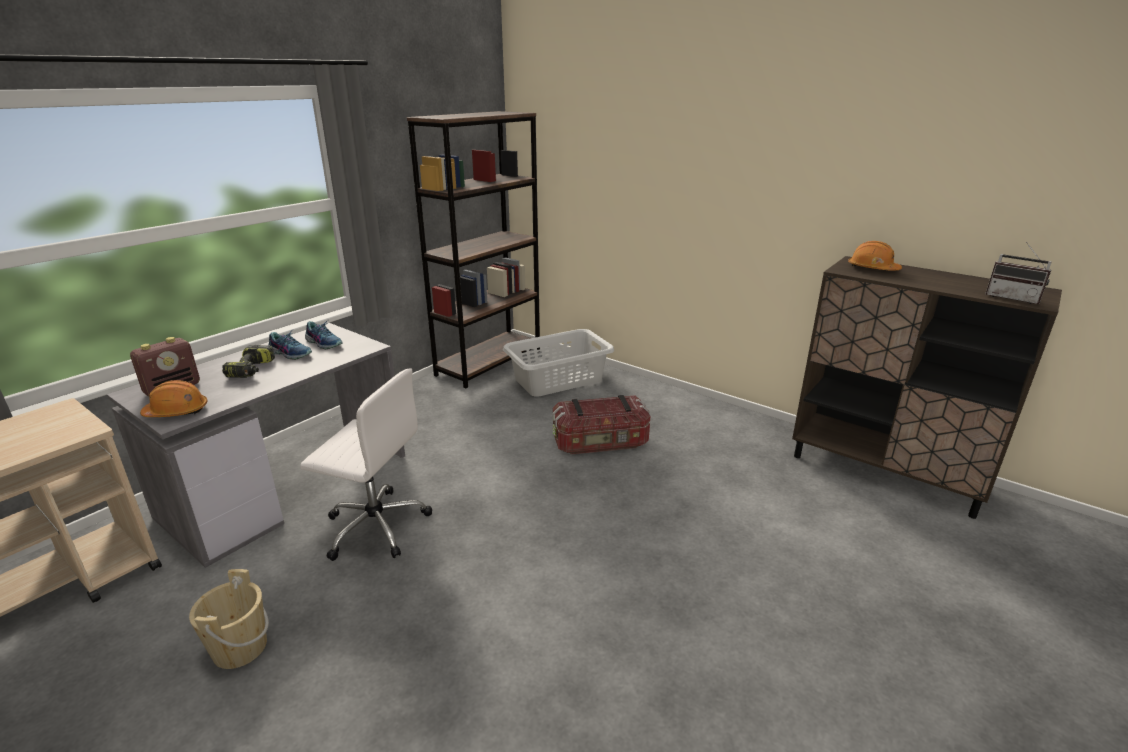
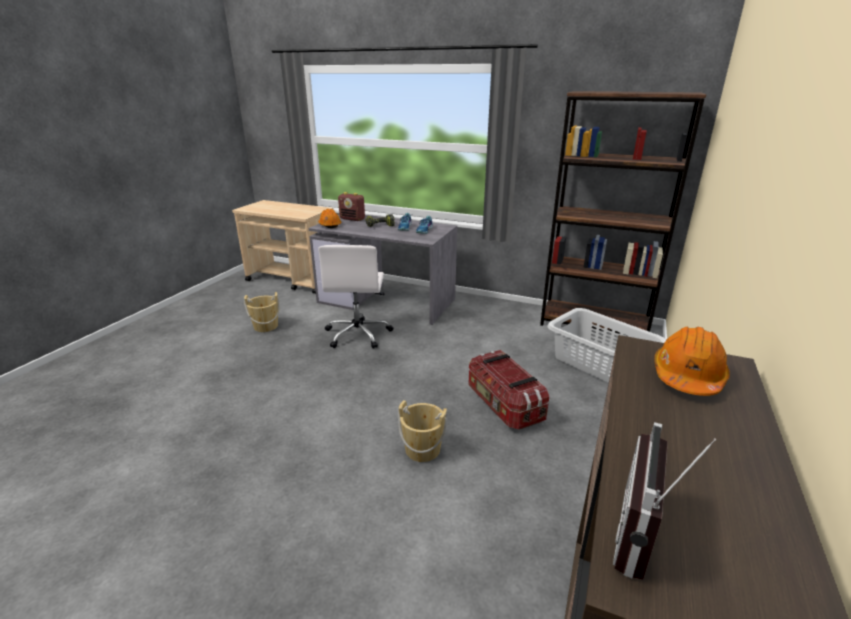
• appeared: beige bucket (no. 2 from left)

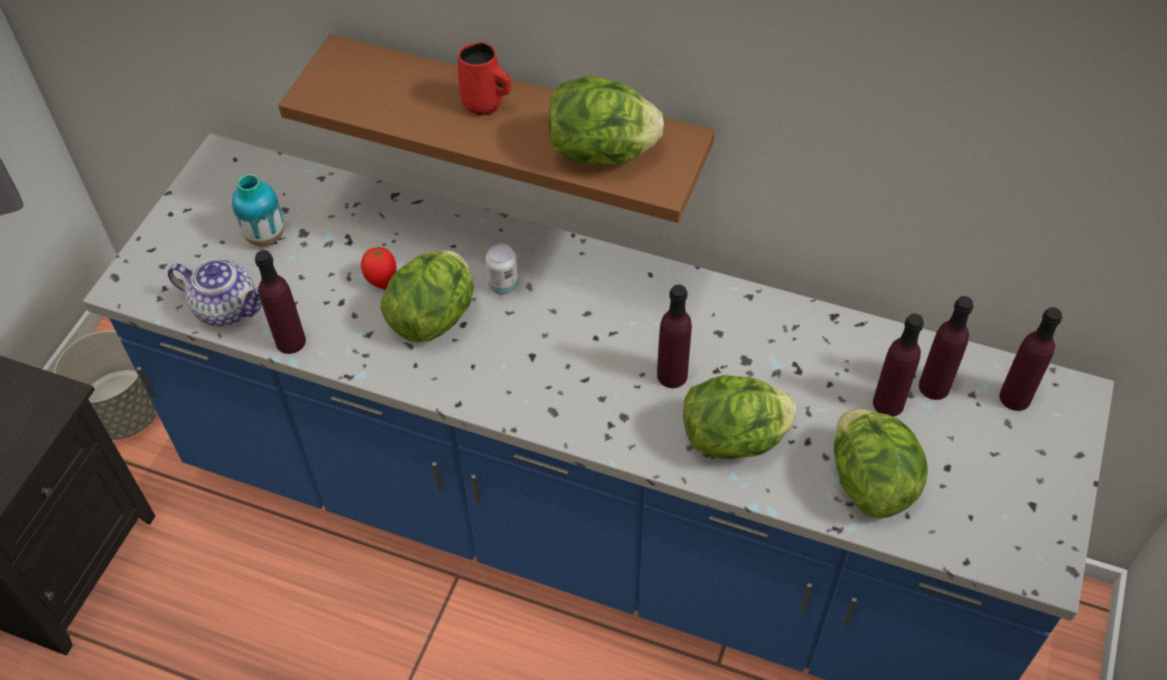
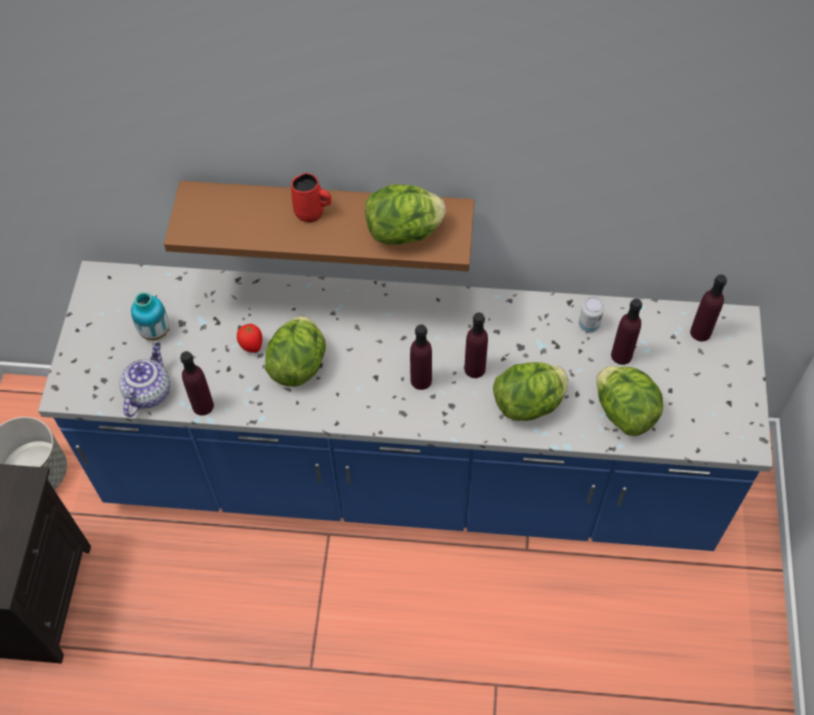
• spun: teapot 75 degrees counterclockwise
• relocated: purple bottle (no. 4 from left in the first image) to purple bottle (no. 2 from left)
• relocated: can

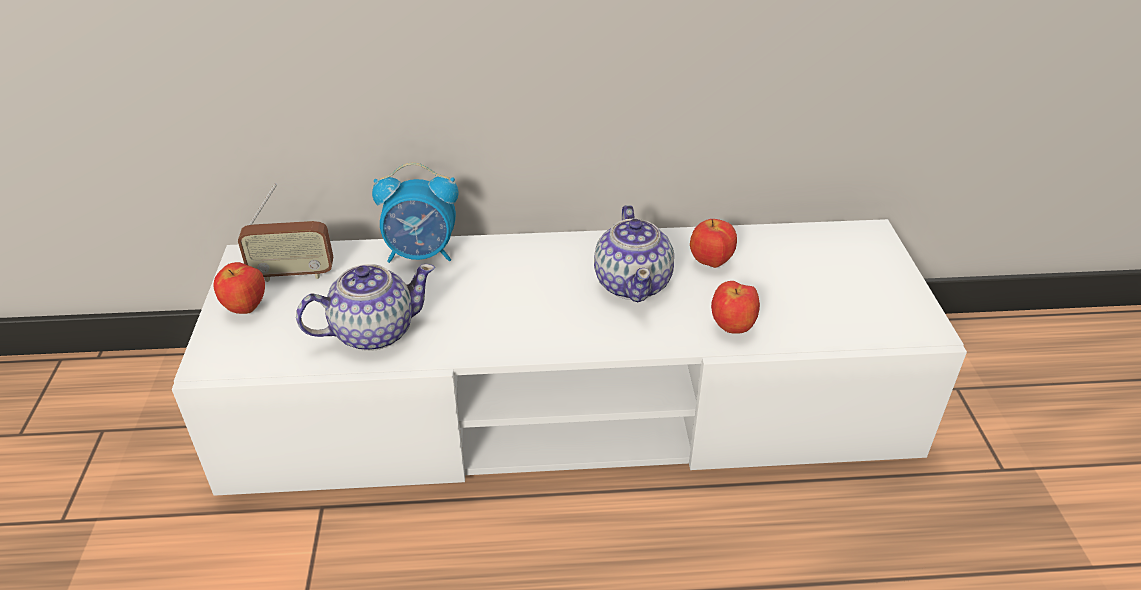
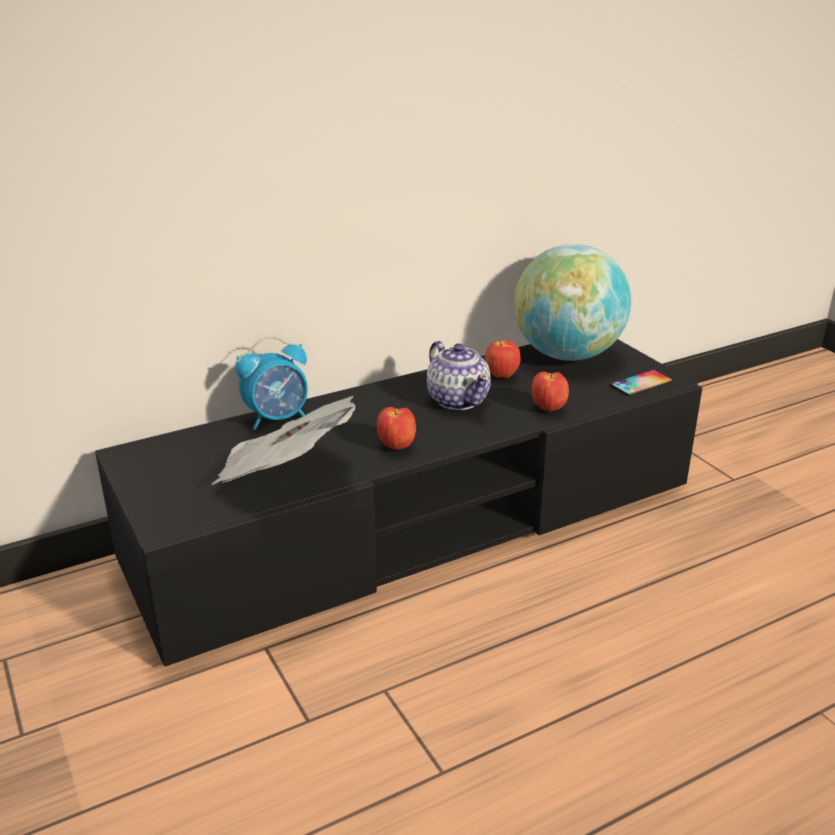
• colour: white tv stand to black tv stand
• exchanged: teapot (no. 1 from left) to newspaper
• relocated: apple (no. 1 from left)
• appeared: globe
• appeared: phone
• missing: radio

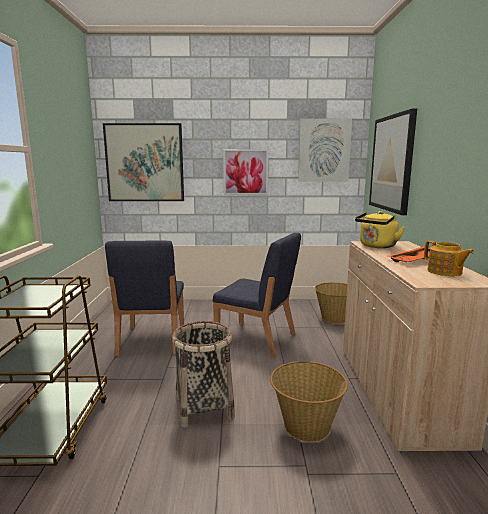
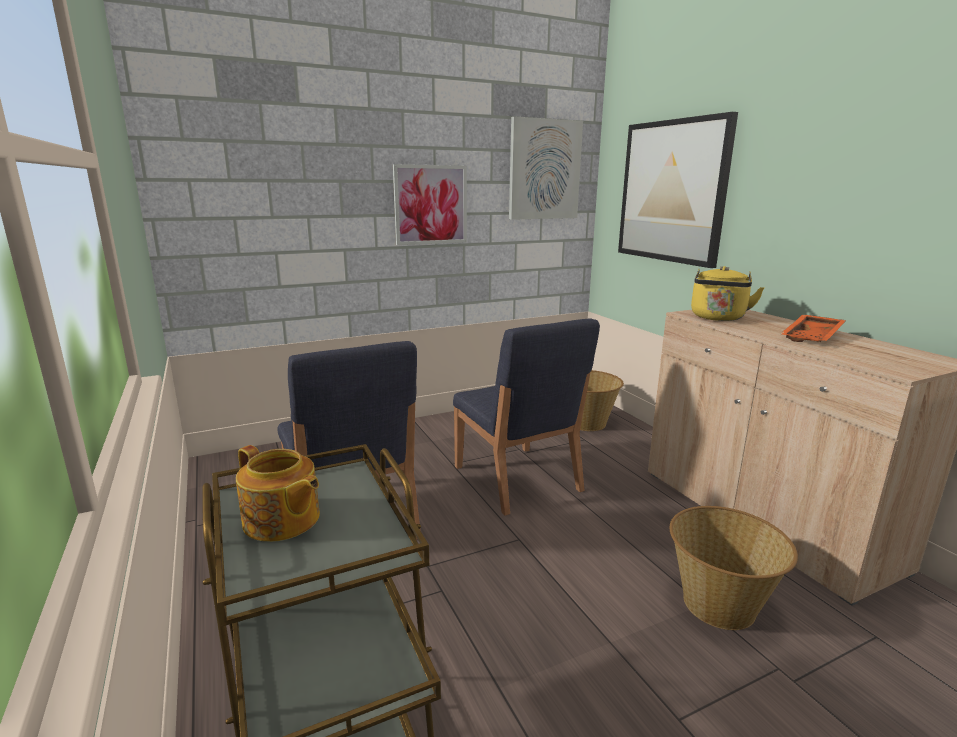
• relocated: teapot
• spun: blue chair (no. 2 from left) 60 degrees clockwise
• missing: picture (no. 1 from left)
• missing: basket (no. 1 from left)

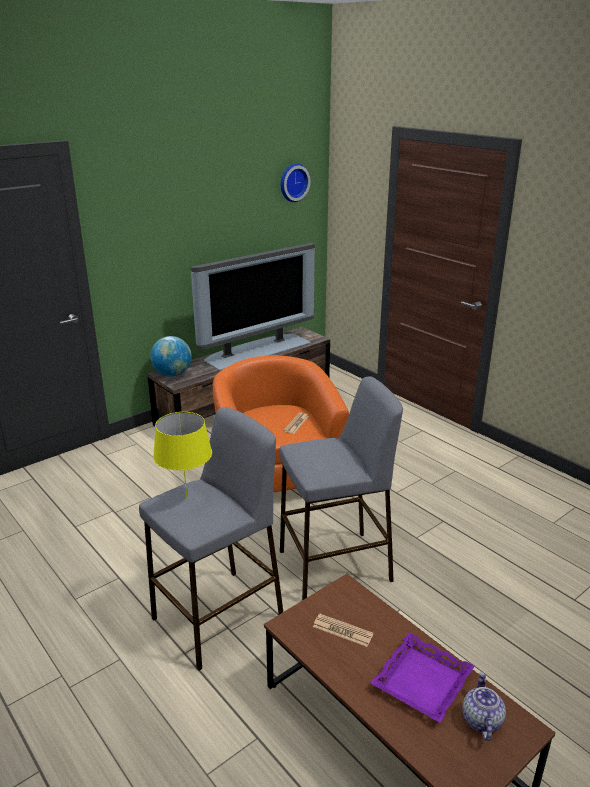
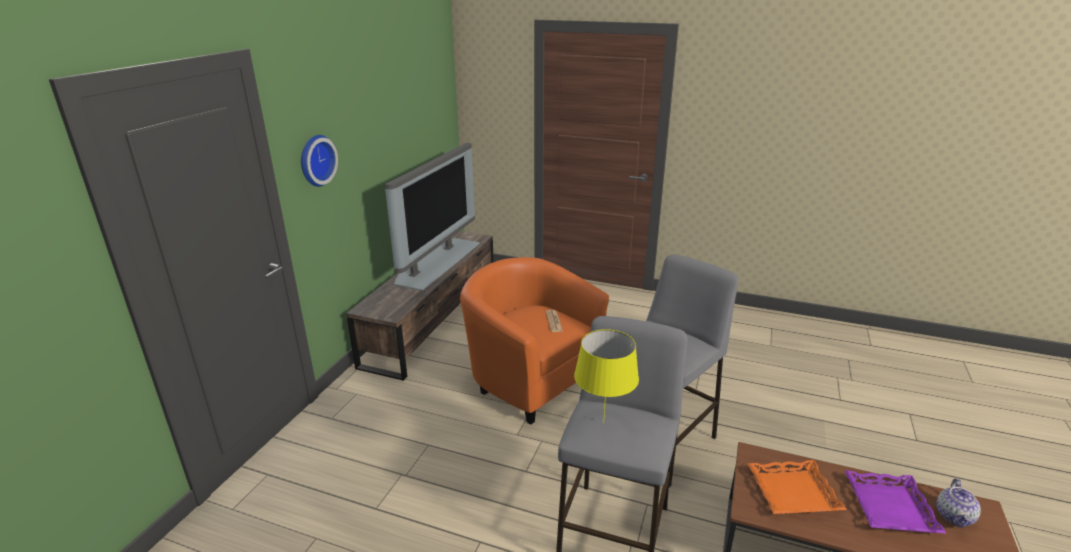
• relocated: wall clock
• exchanged: newspaper (no. 2 from left) to orange tray
• spun: teapot 135 degrees counterclockwise
• missing: globe

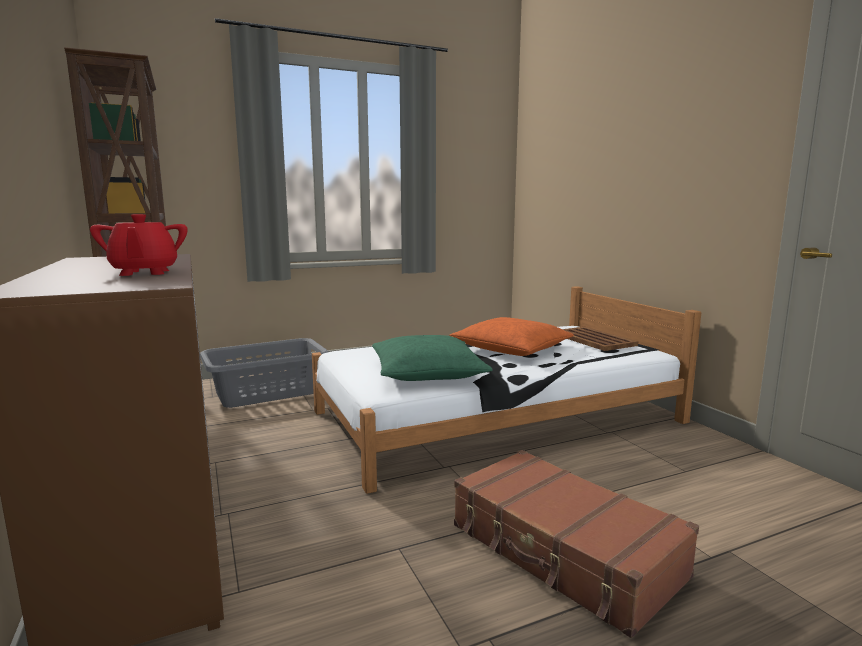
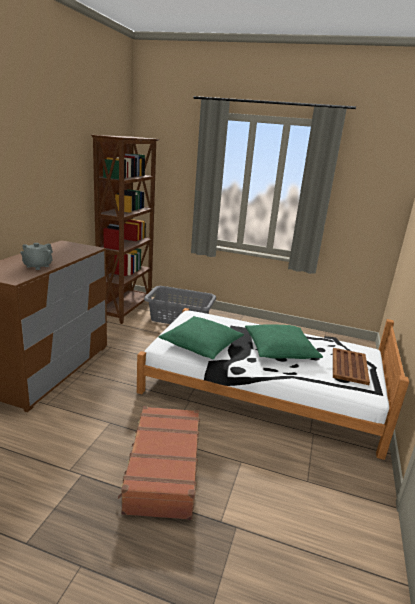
• colour: red teapot to grey teapot
• colour: orange pillow to green pillow (no. 2 from left)

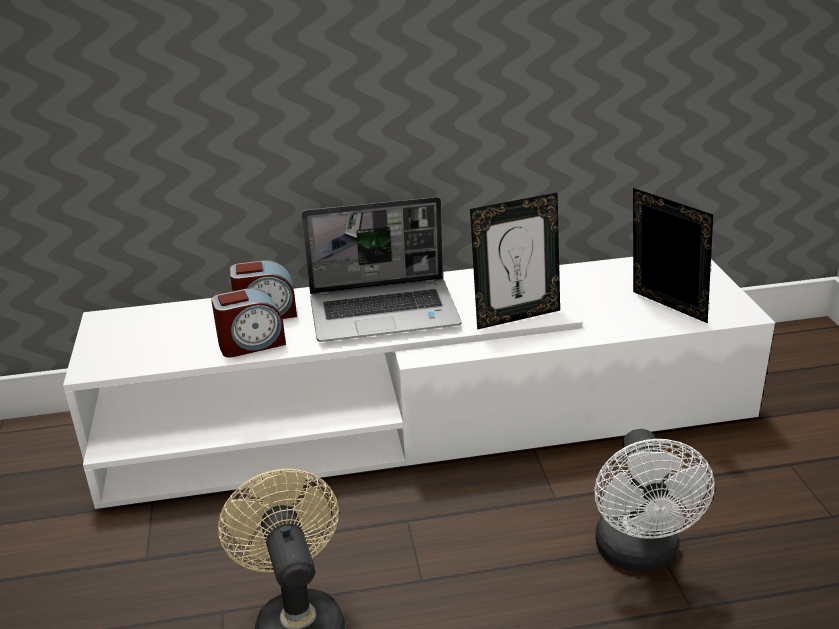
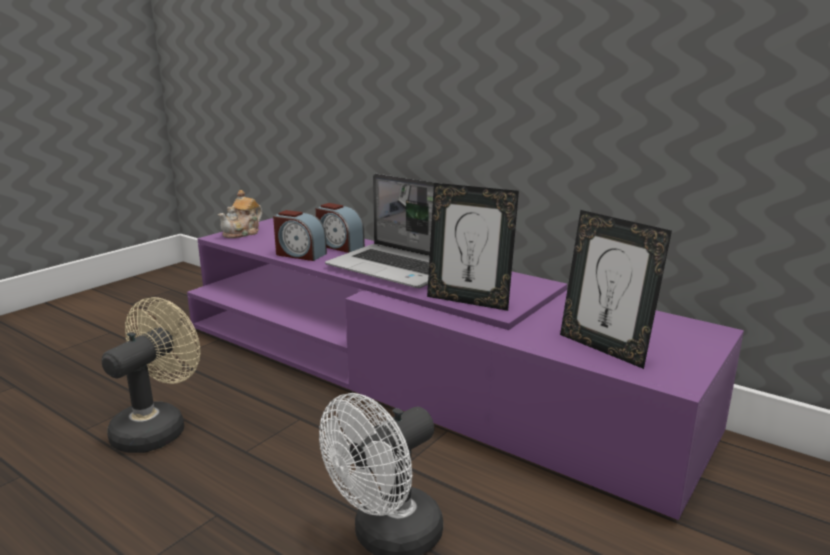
• colour: white tv stand to purple tv stand
• appeared: teapot
• spun: picture frame (no. 2 from left) 135 degrees clockwise

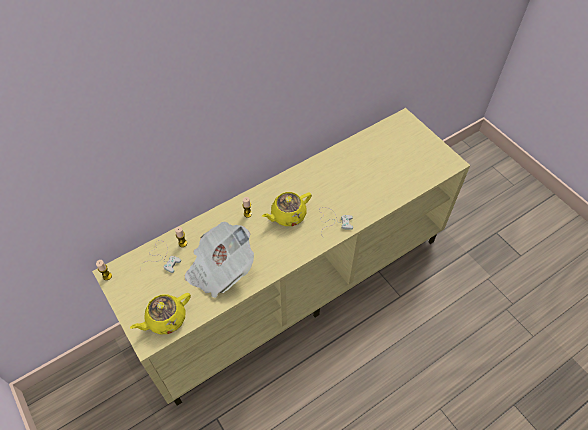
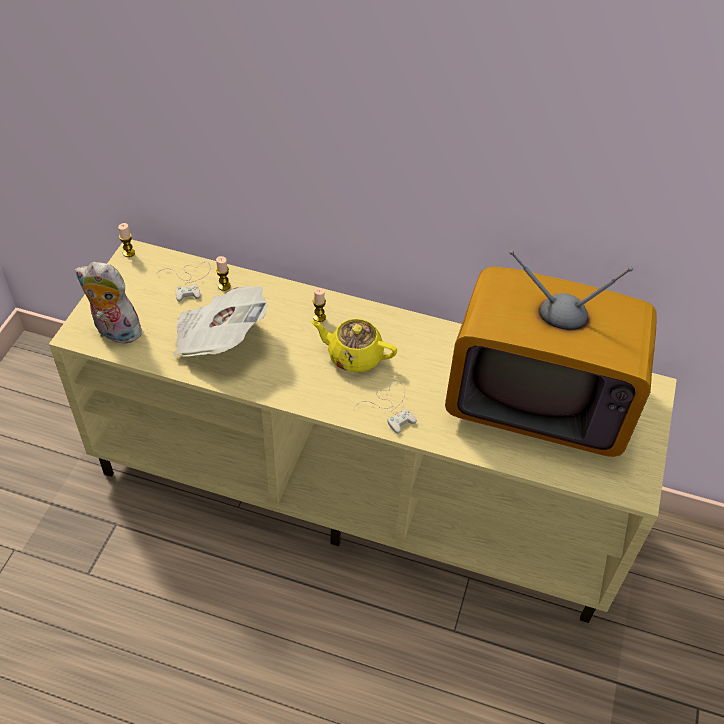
• exchanged: yellow teapot (no. 1 from left) to plush toy
• appeared: television

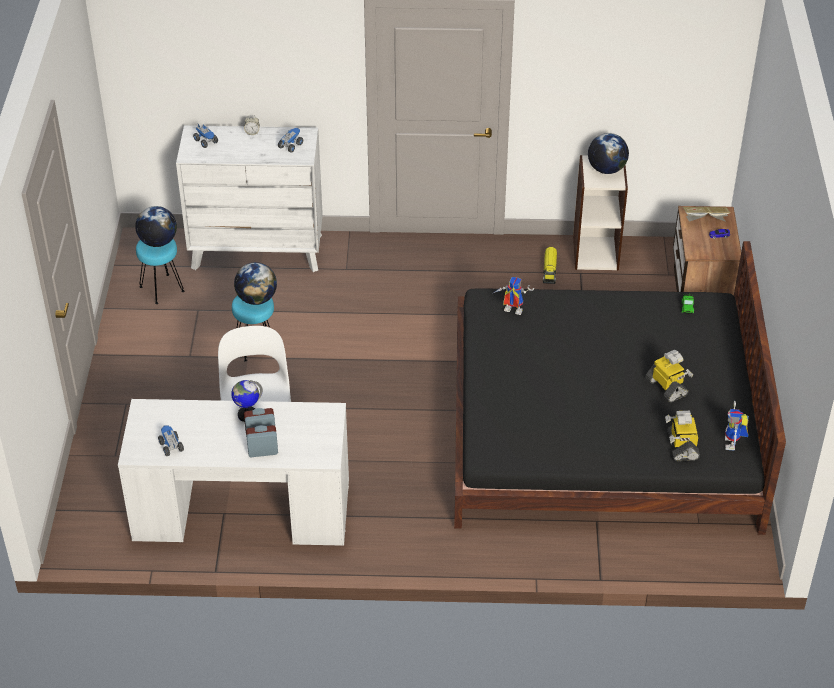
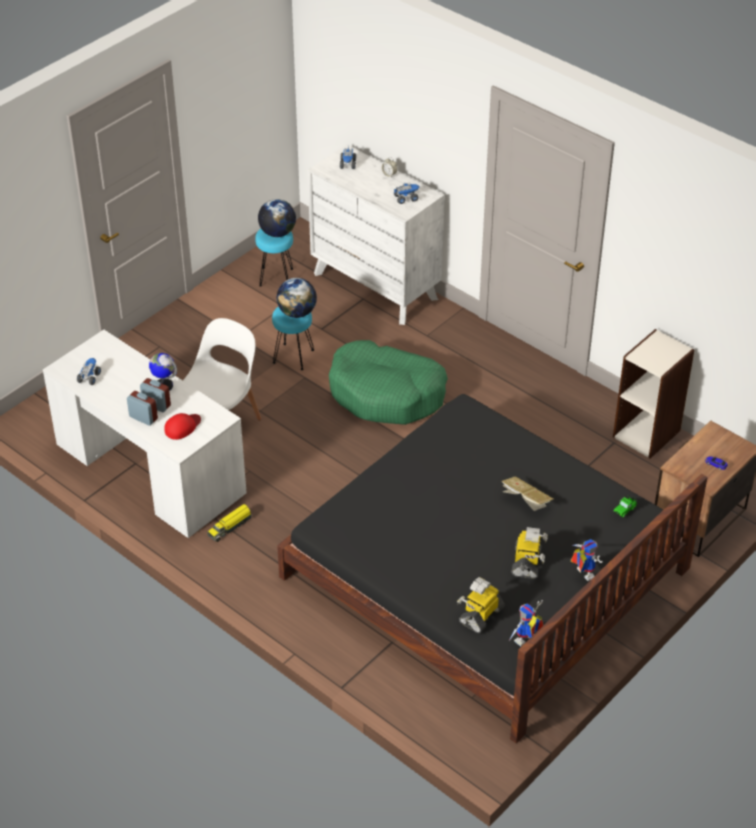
• appeared: red cap
• relocated: toy truck (no. 4 from left in the first image) to toy truck (no. 2 from left)
• appeared: green dog bed
• relocated: book
• relocated: toy robot (no. 1 from left in the first image) to toy robot (no. 4 from left)
• missing: globe (no. 4 from left)

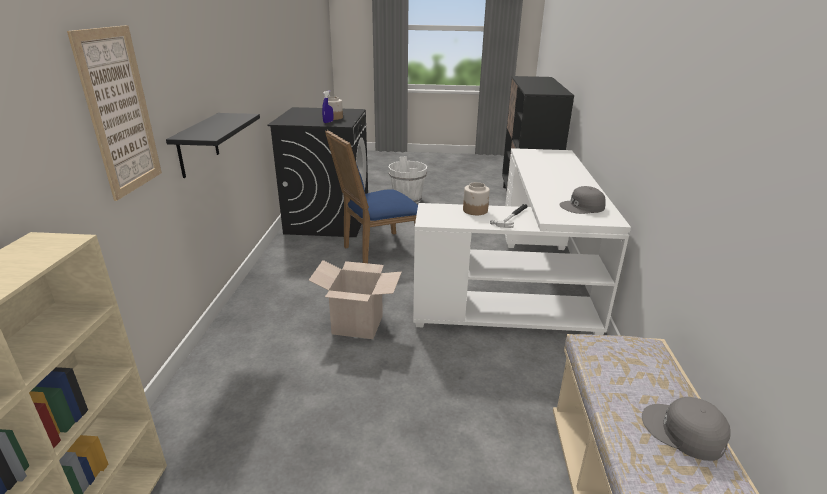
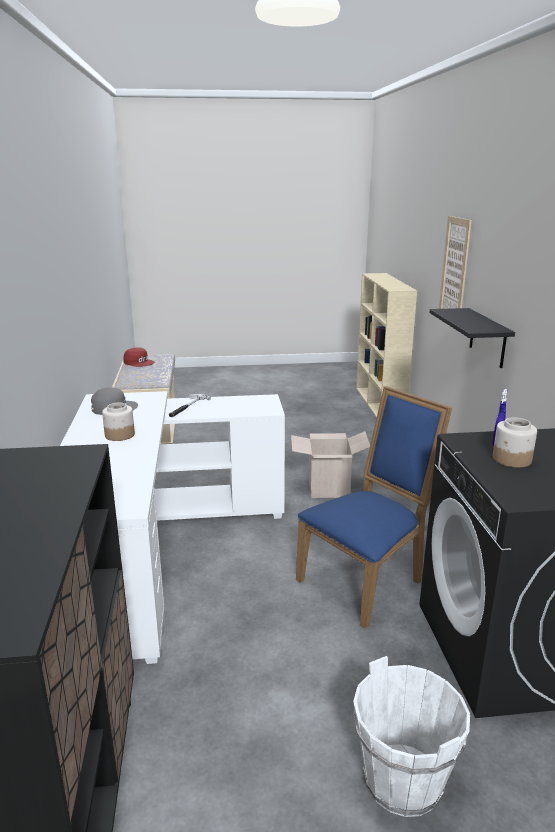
• relocated: jar (no. 2 from left in the first image) to jar (no. 1 from left)
• colour: grey cap (no. 2 from left) to red cap

